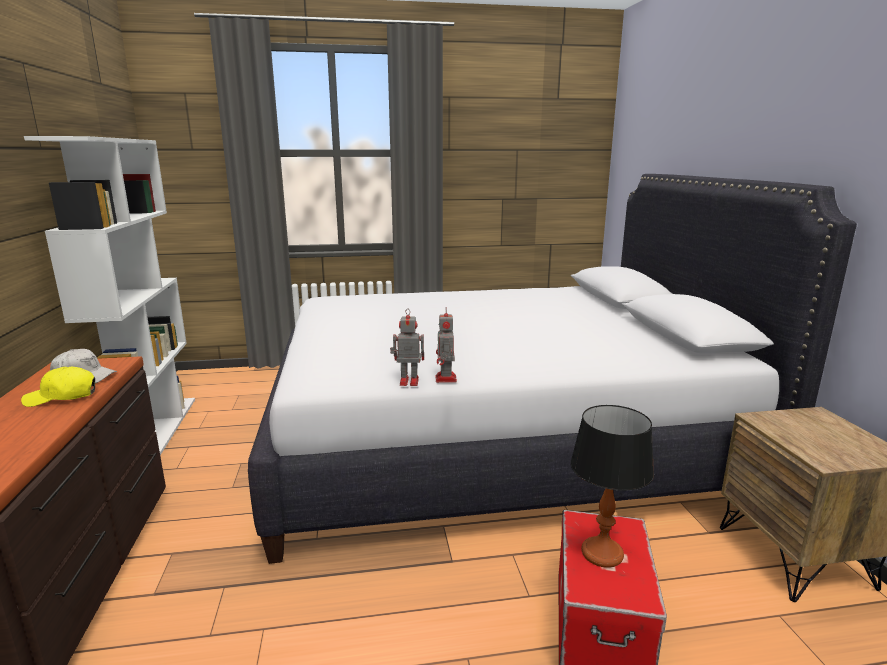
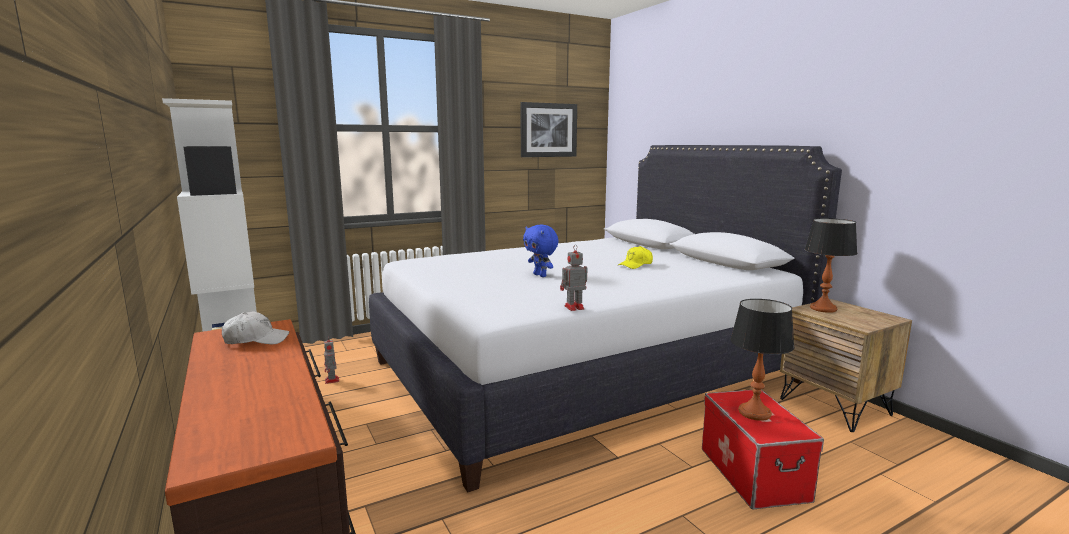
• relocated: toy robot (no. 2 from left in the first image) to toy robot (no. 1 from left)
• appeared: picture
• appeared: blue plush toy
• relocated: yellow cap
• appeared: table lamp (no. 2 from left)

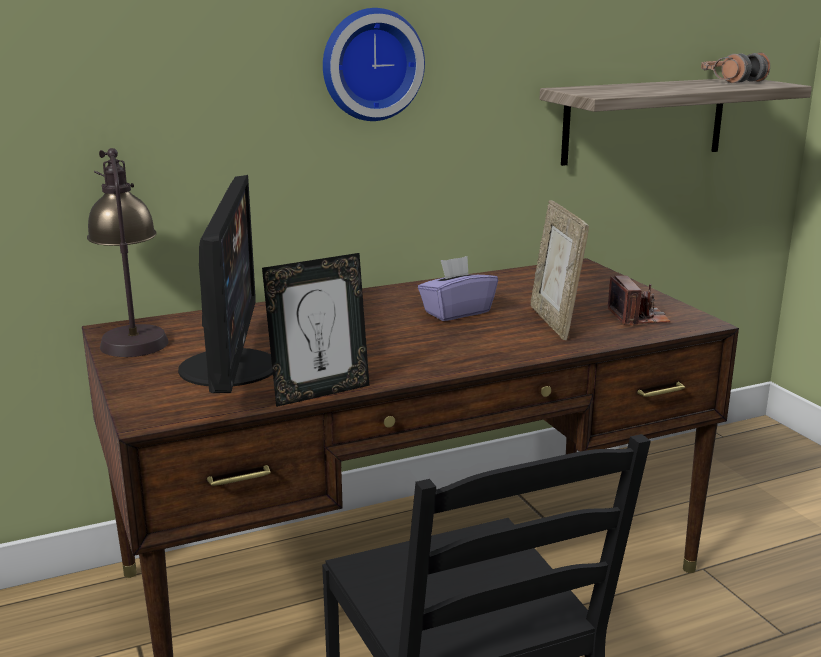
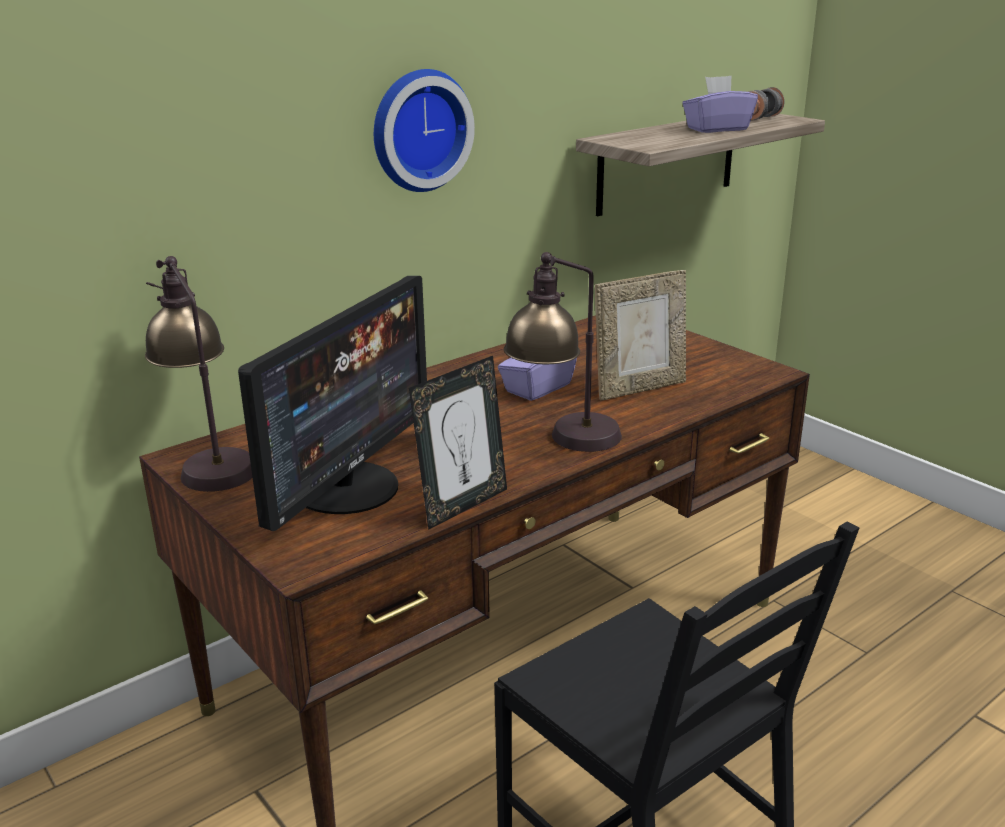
• spun: monitor 45 degrees clockwise
• appeared: table lamp (no. 2 from left)
• spun: picture frame (no. 2 from left) 90 degrees counterclockwise
• appeared: purple tissue box (no. 2 from left)
• missing: photo camera

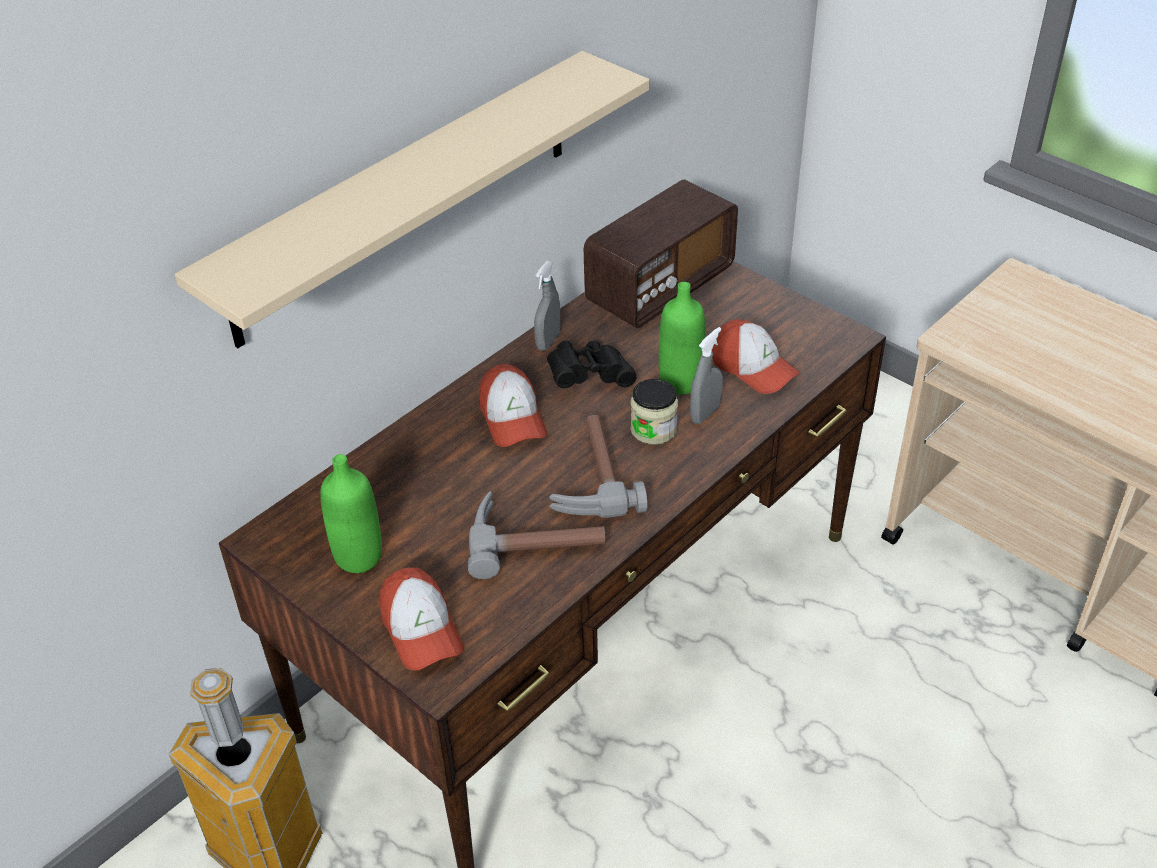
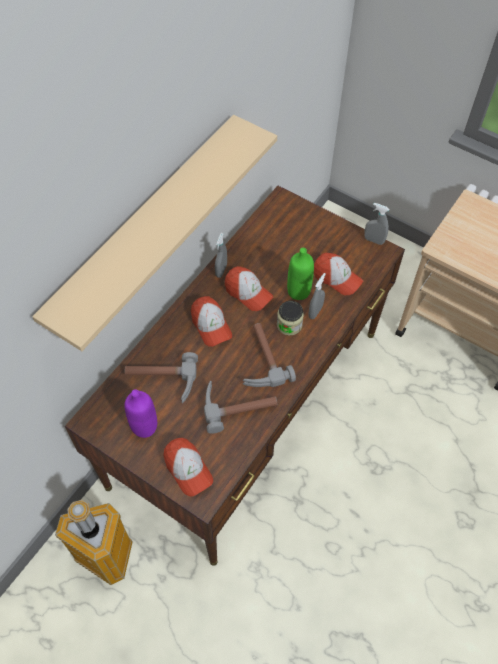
• colour: green bottle (no. 1 from left) to purple bottle
• appeared: hammer (no. 1 from left)
• exchanged: black binoculars to cap (no. 3 from left)
• appeared: grey spray bottle (no. 3 from left)
• missing: radio

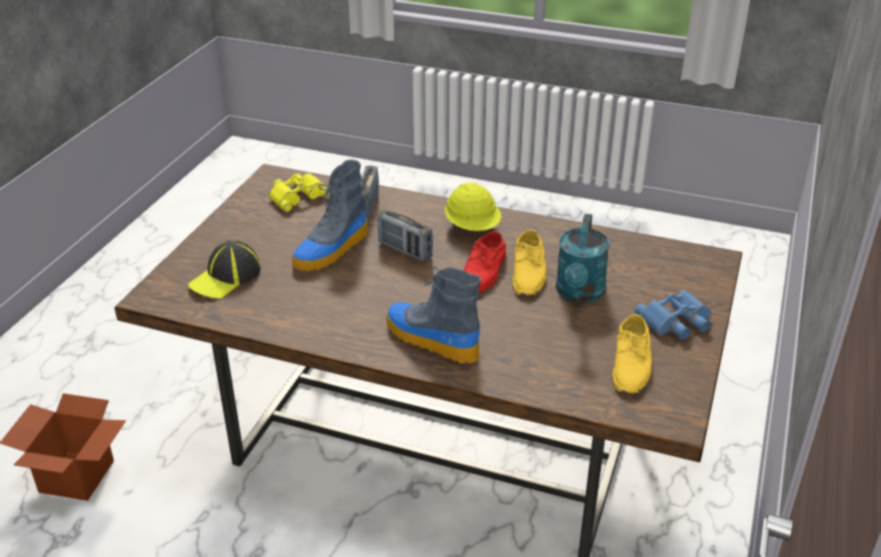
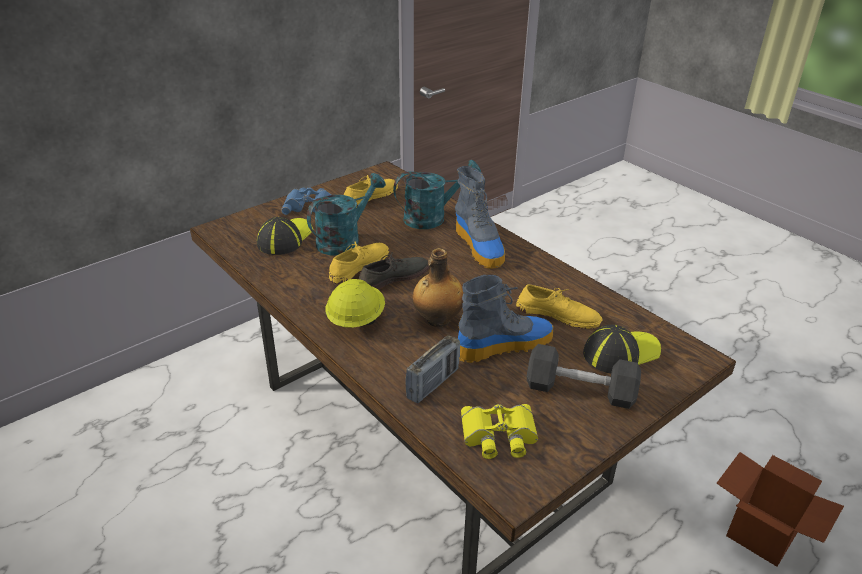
• appeared: cap (no. 1 from left)
• colour: red shoe to grey shoe
• appeared: turquoise watering can (no. 2 from left)
• exchanged: radio (no. 2 from left) to bottle
• appeared: yellow shoe (no. 3 from left)
• appeared: black dumbbell

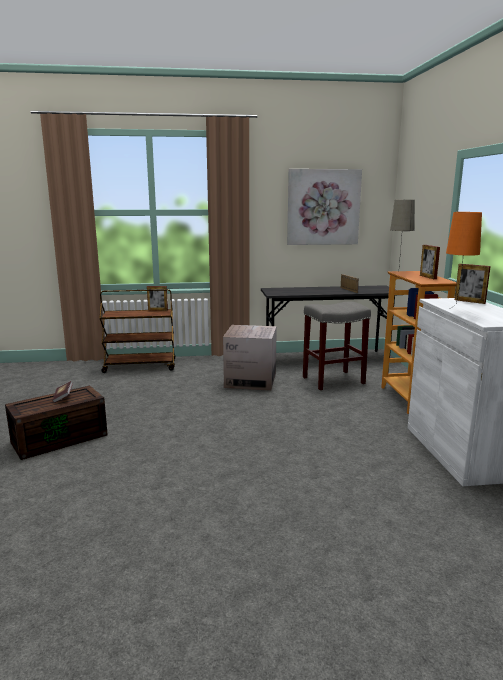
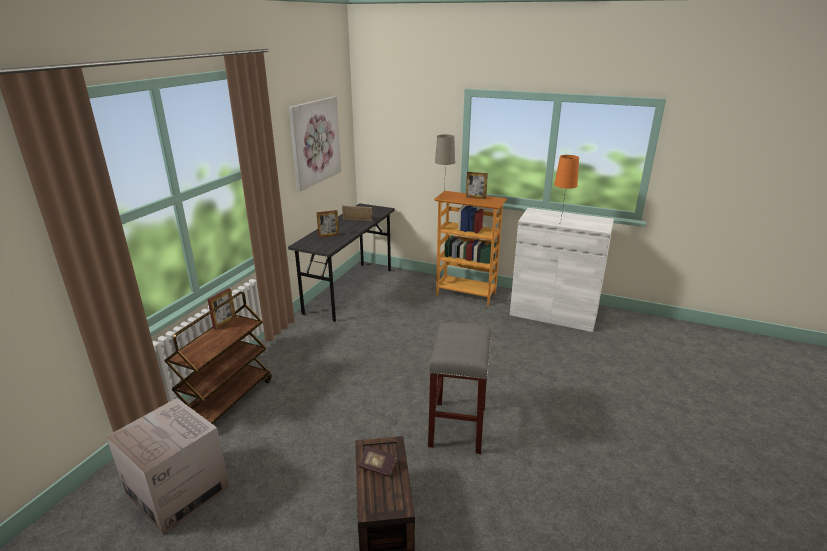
• relocated: cardboard box
• relocated: picture frame (no. 4 from left in the first image) to picture frame (no. 2 from left)
• relocated: grey stool

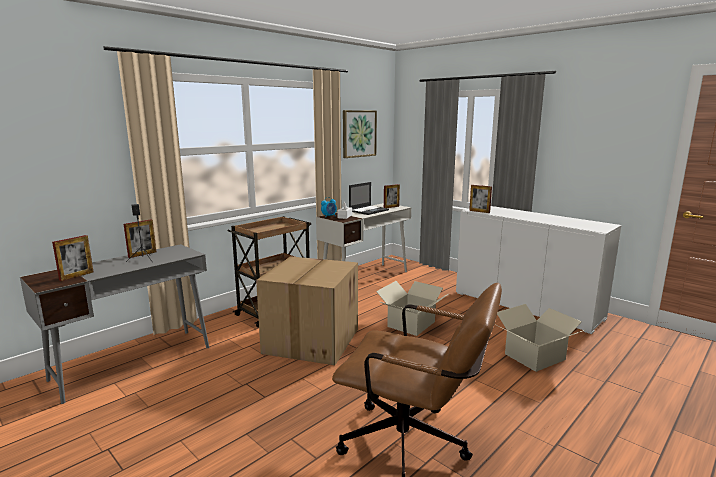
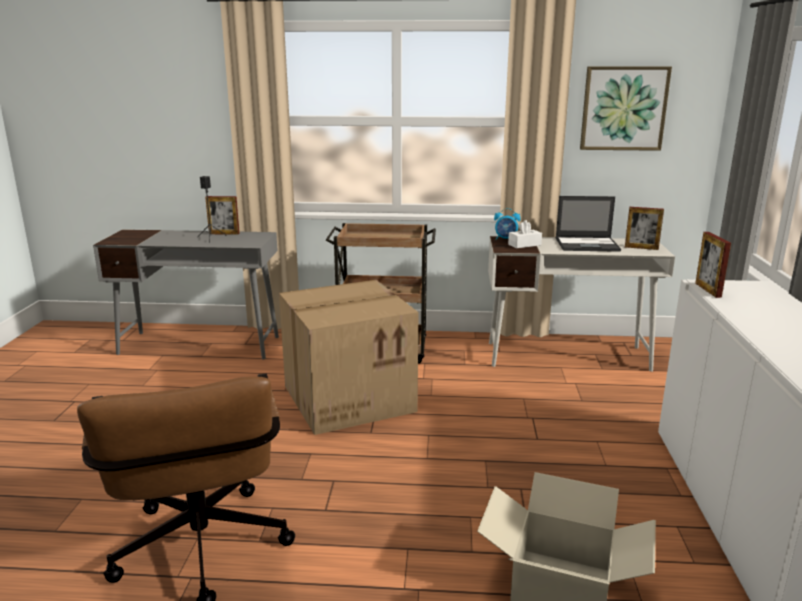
• missing: picture frame (no. 1 from left)
• missing: cardboard box (no. 2 from left)

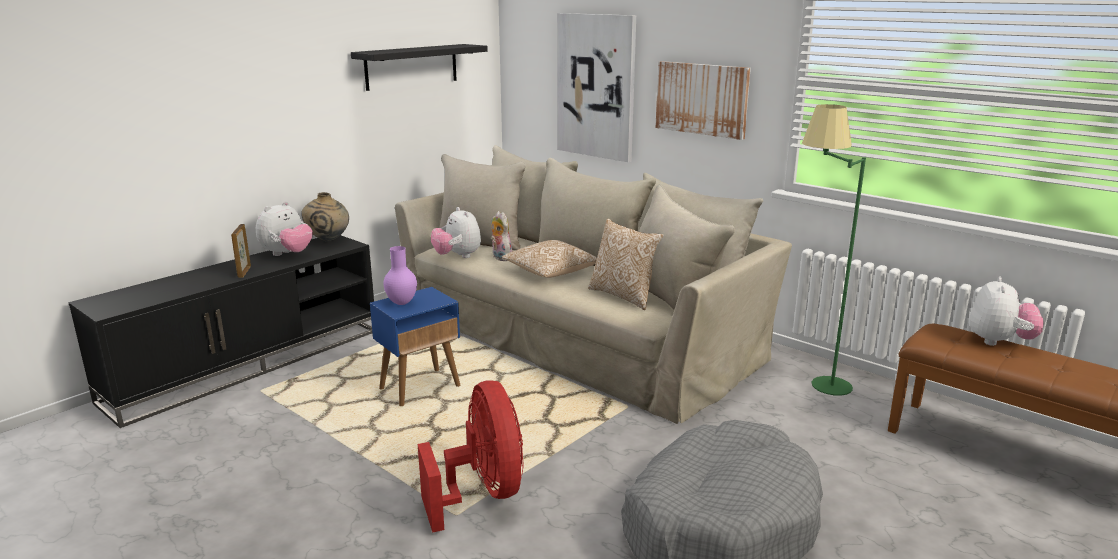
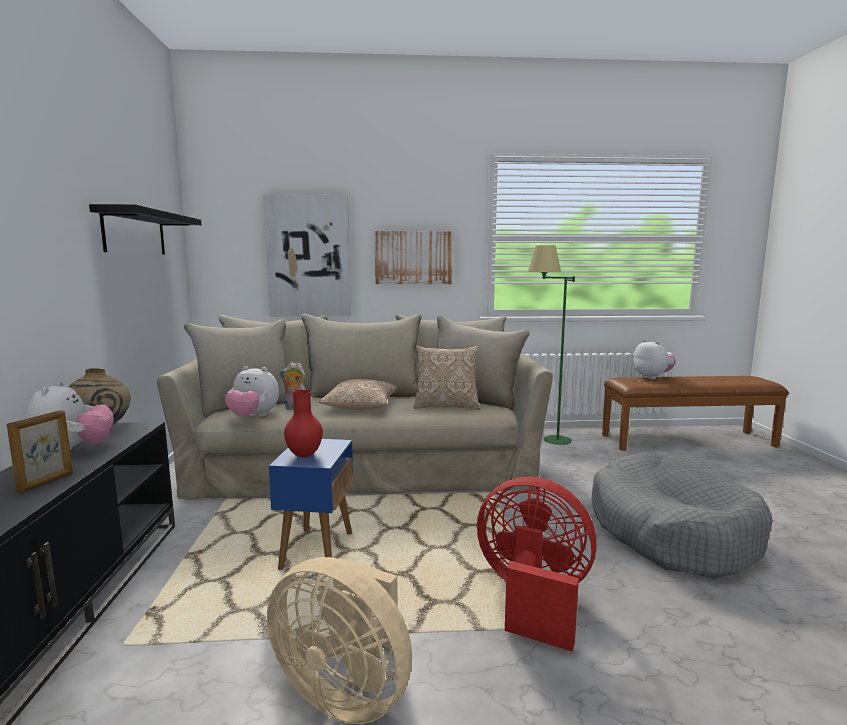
• spun: picture frame 105 degrees counterclockwise
• appeared: beige fan
• colour: purple vase to red vase

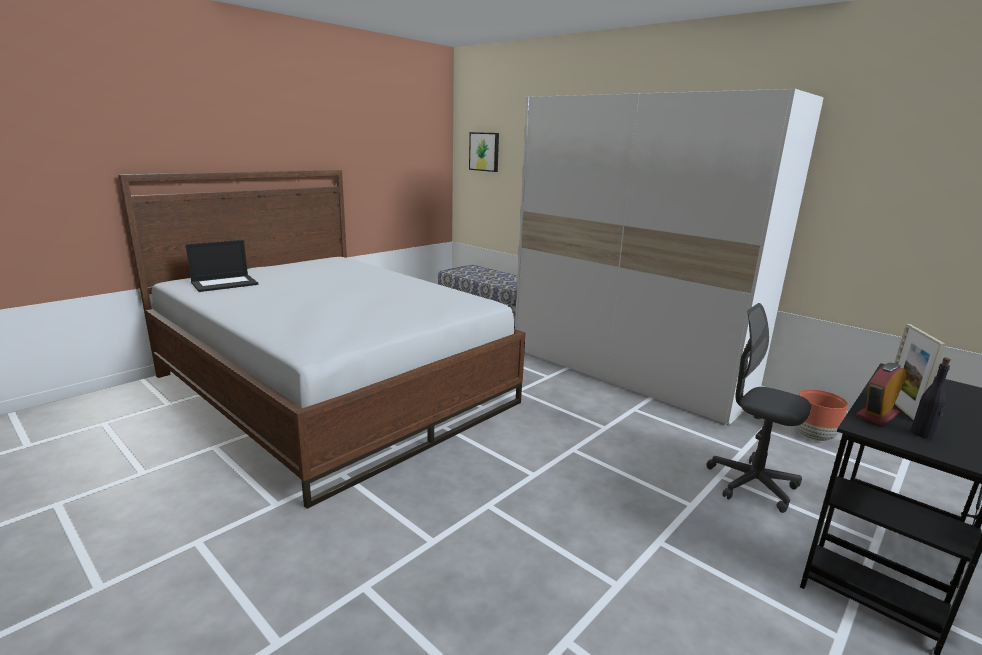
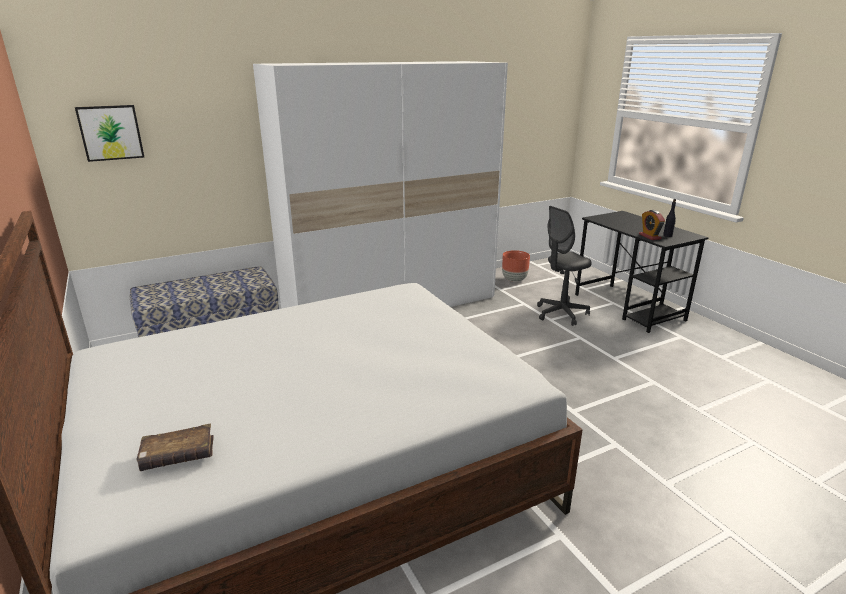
• exchanged: laptop to brown book
• missing: picture frame

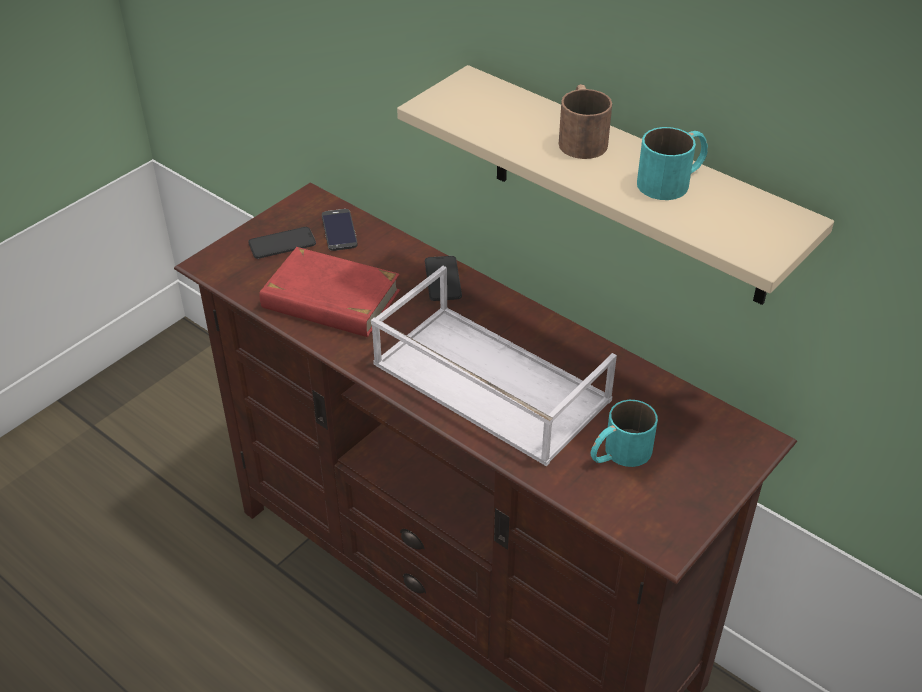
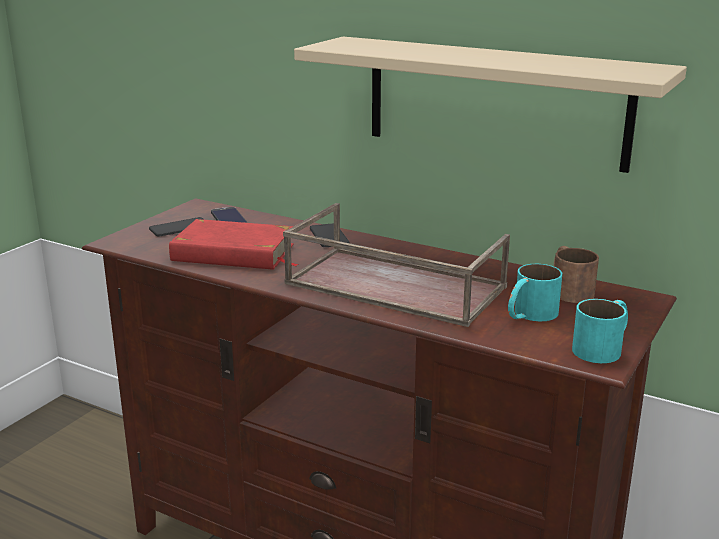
• colour: white tray to brown tray
• relocated: brown mug
• relocated: turquoise mug (no. 2 from left)

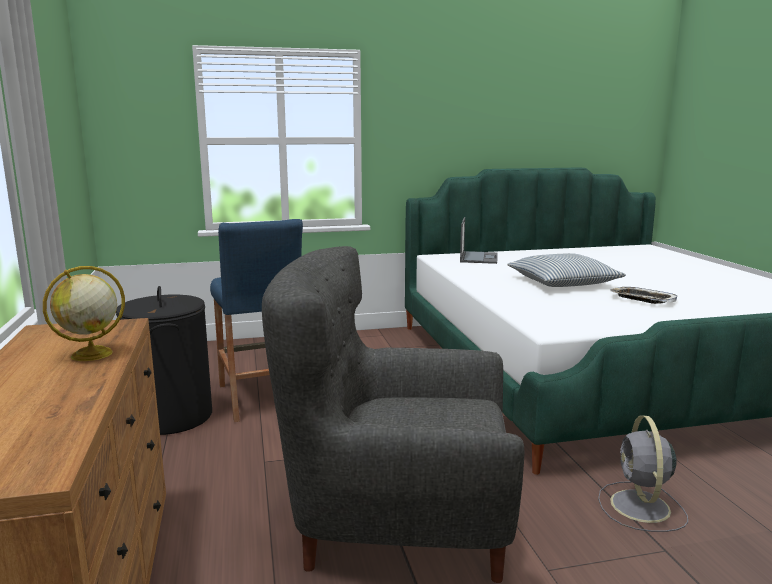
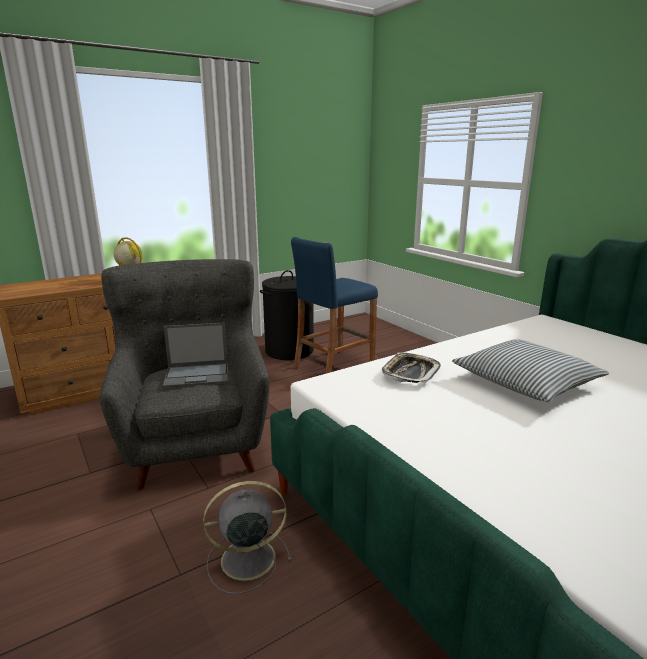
• relocated: laptop
• relocated: tray

